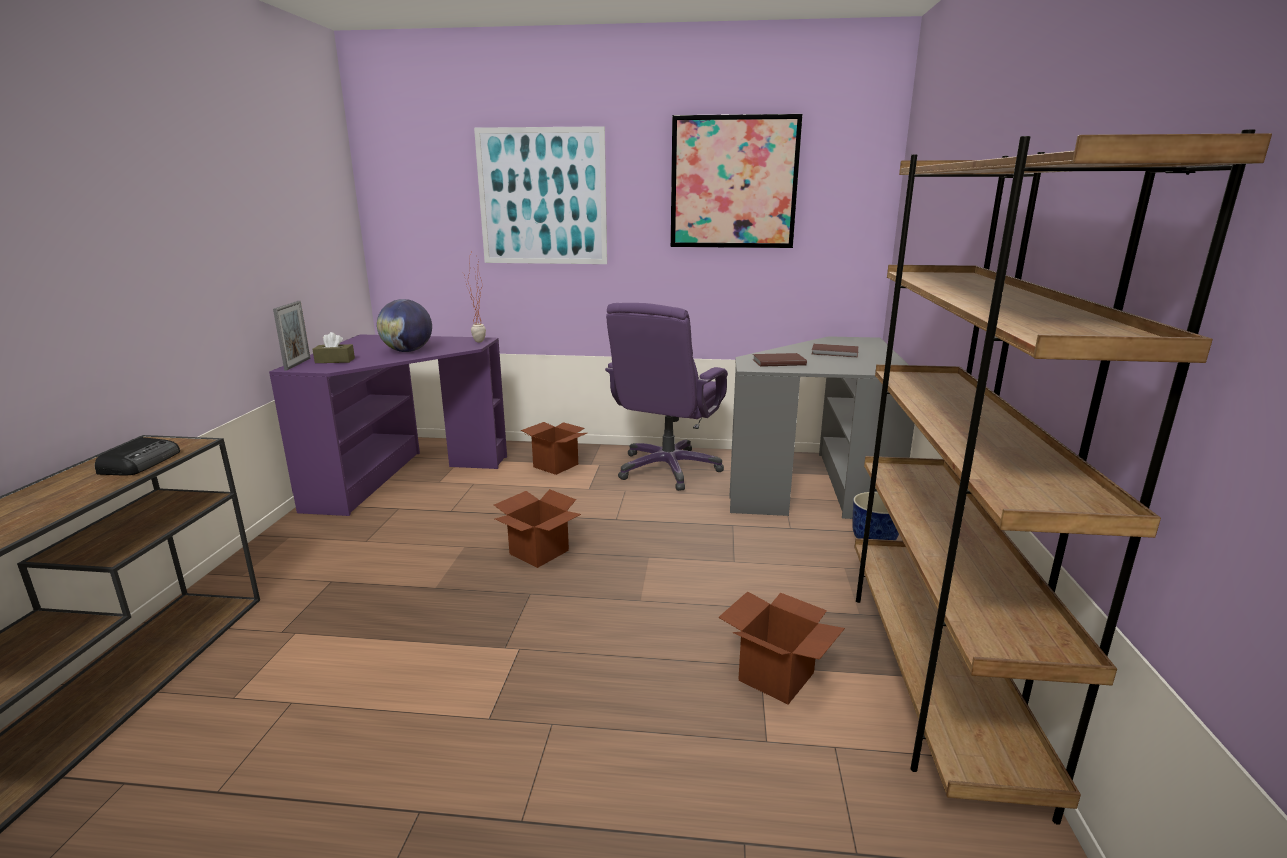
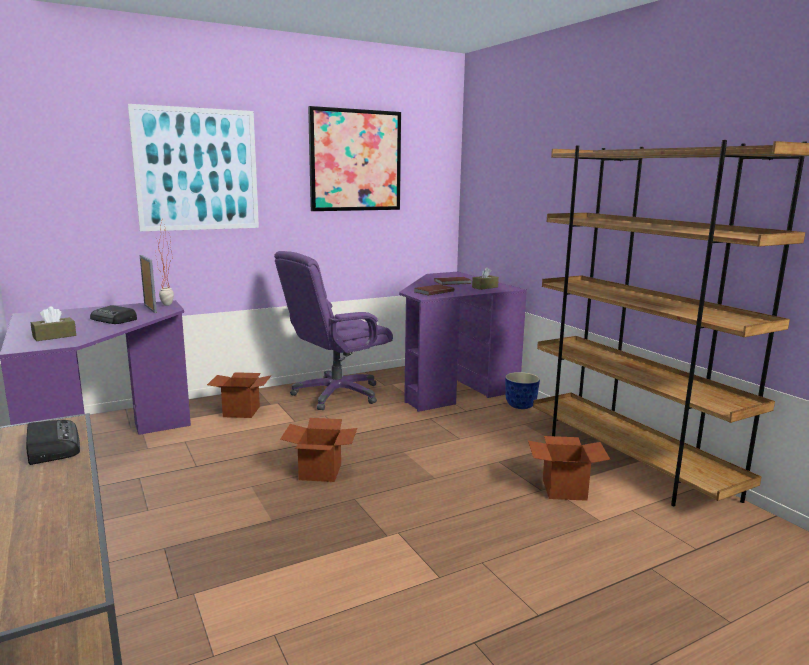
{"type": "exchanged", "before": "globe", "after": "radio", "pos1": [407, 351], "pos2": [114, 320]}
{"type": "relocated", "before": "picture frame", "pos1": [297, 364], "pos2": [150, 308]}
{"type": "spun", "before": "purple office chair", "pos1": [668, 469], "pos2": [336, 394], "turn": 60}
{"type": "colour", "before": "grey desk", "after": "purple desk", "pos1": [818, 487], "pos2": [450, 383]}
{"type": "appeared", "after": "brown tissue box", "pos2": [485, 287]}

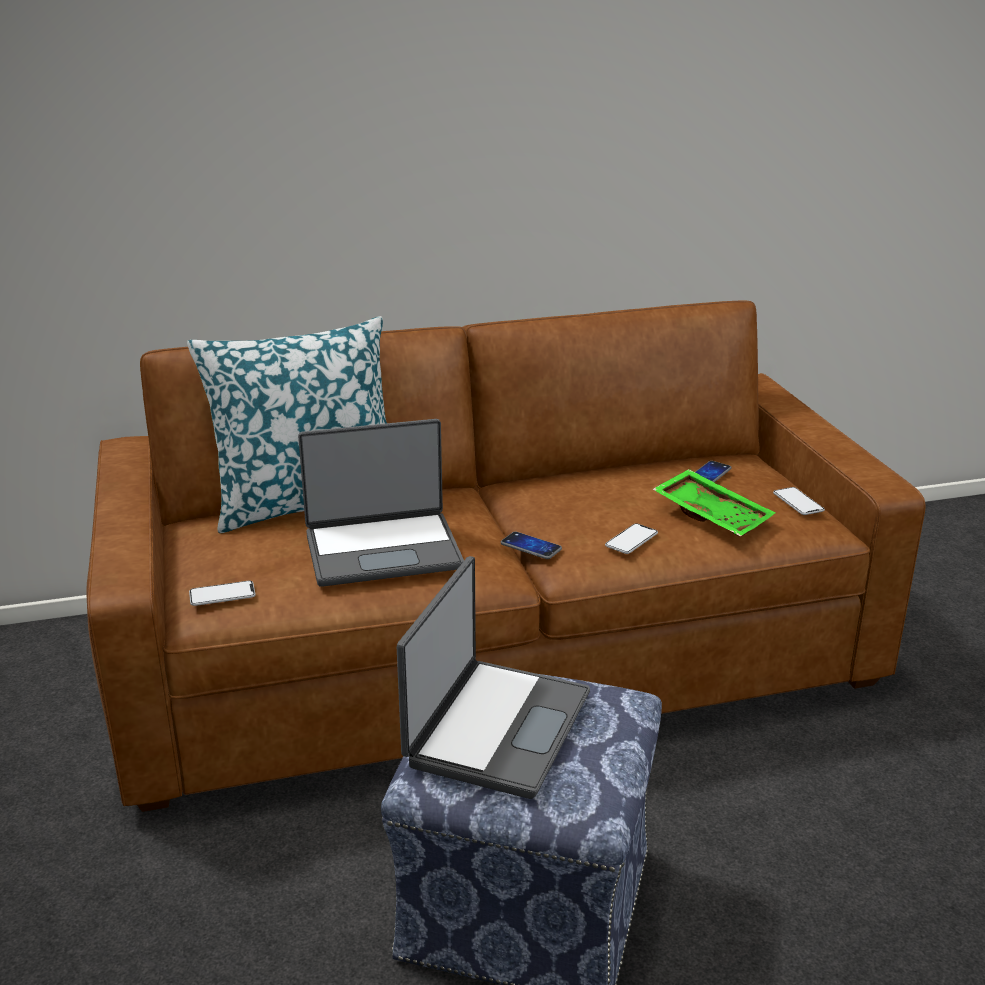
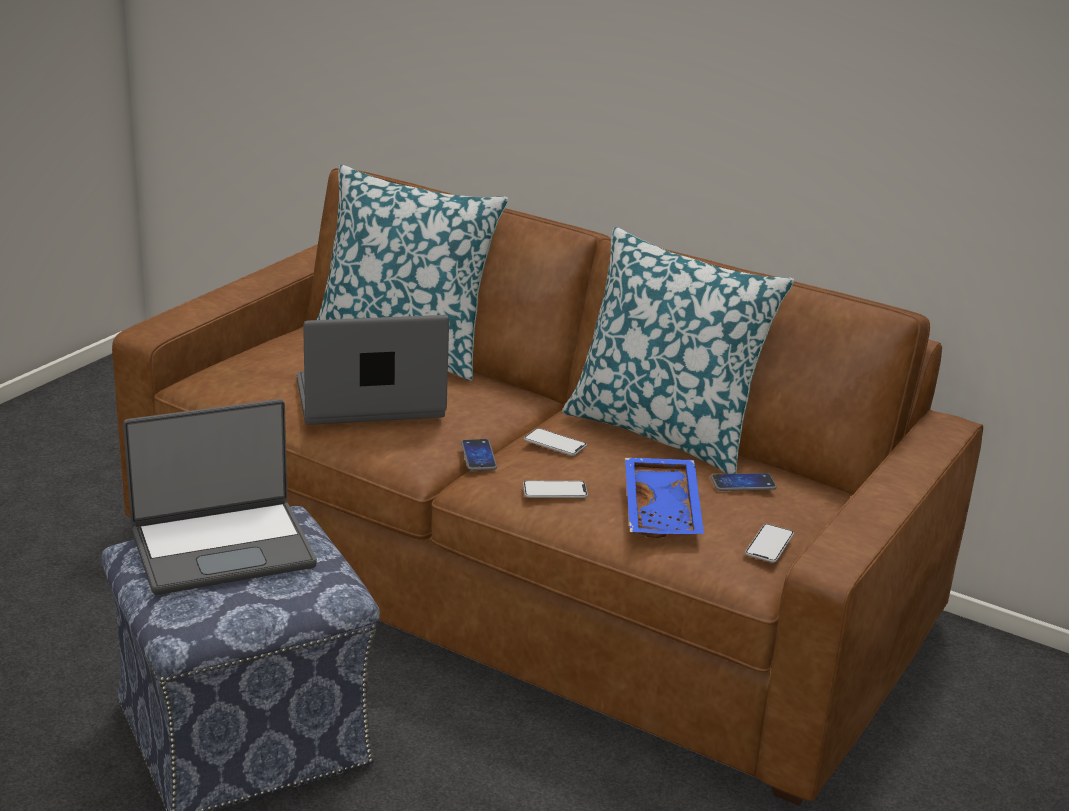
{"type": "spun", "before": "laptop", "pos1": [383, 550], "pos2": [370, 401], "turn": 135}
{"type": "colour", "before": "green tray", "after": "blue tray", "pos1": [713, 515], "pos2": [664, 511]}
{"type": "relocated", "before": "phone", "pos1": [222, 594], "pos2": [555, 443]}
{"type": "appeared", "after": "pillow", "pos2": [664, 432]}

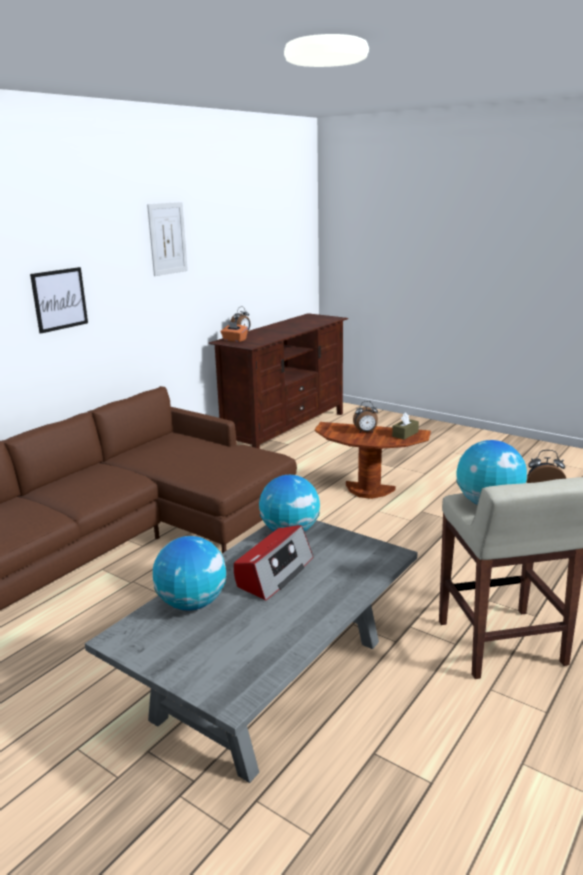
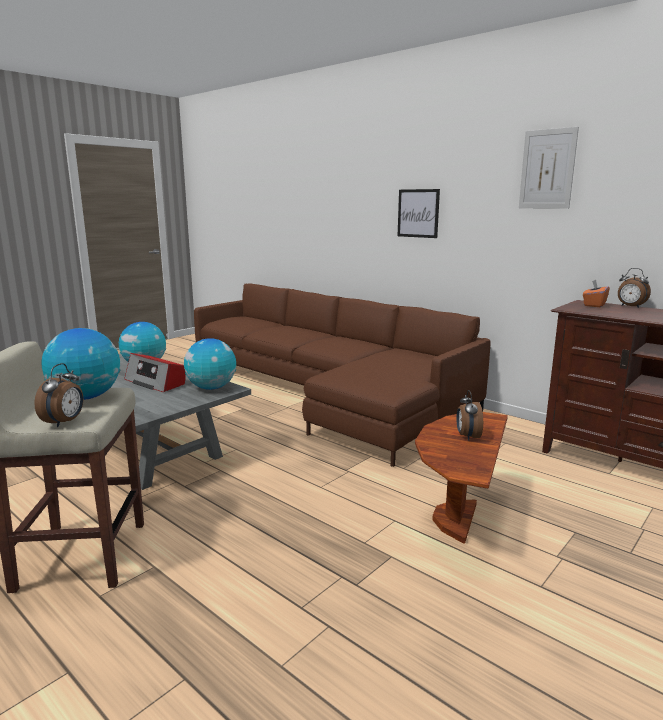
{"type": "missing", "before": "brown tissue box", "pos1": [405, 434]}

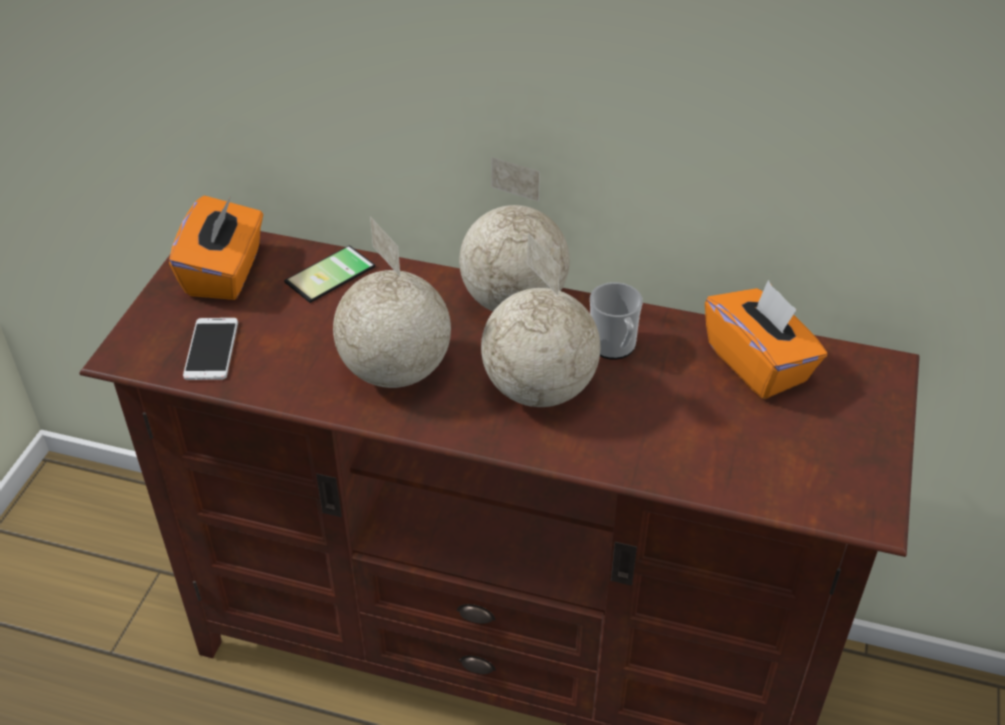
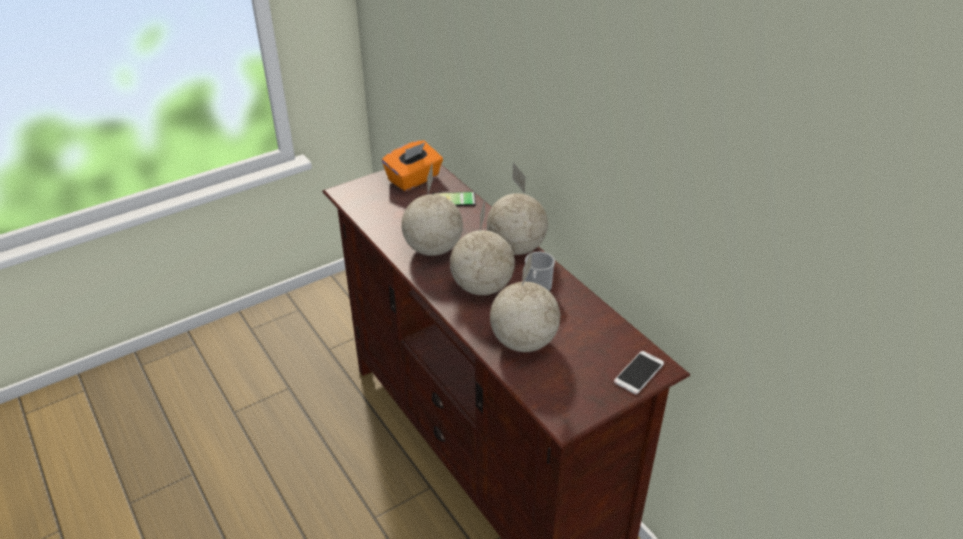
{"type": "missing", "before": "orange tissue box", "pos1": [758, 364]}
{"type": "relocated", "before": "phone", "pos1": [211, 349], "pos2": [639, 373]}
{"type": "appeared", "after": "globe", "pos2": [523, 342]}

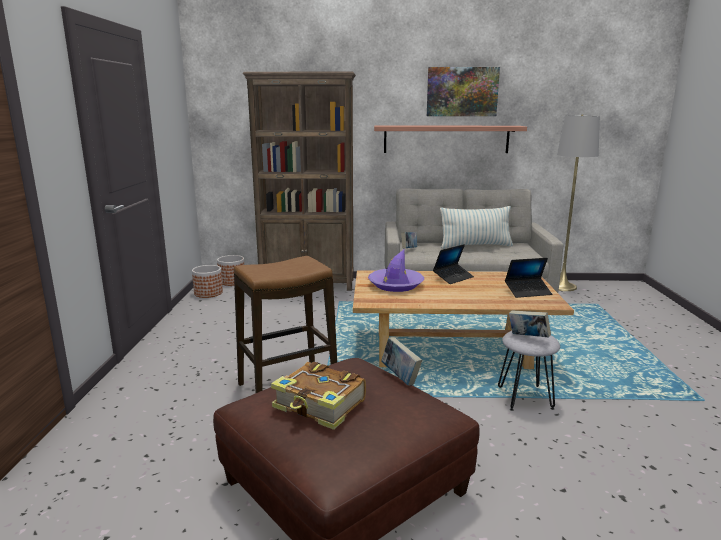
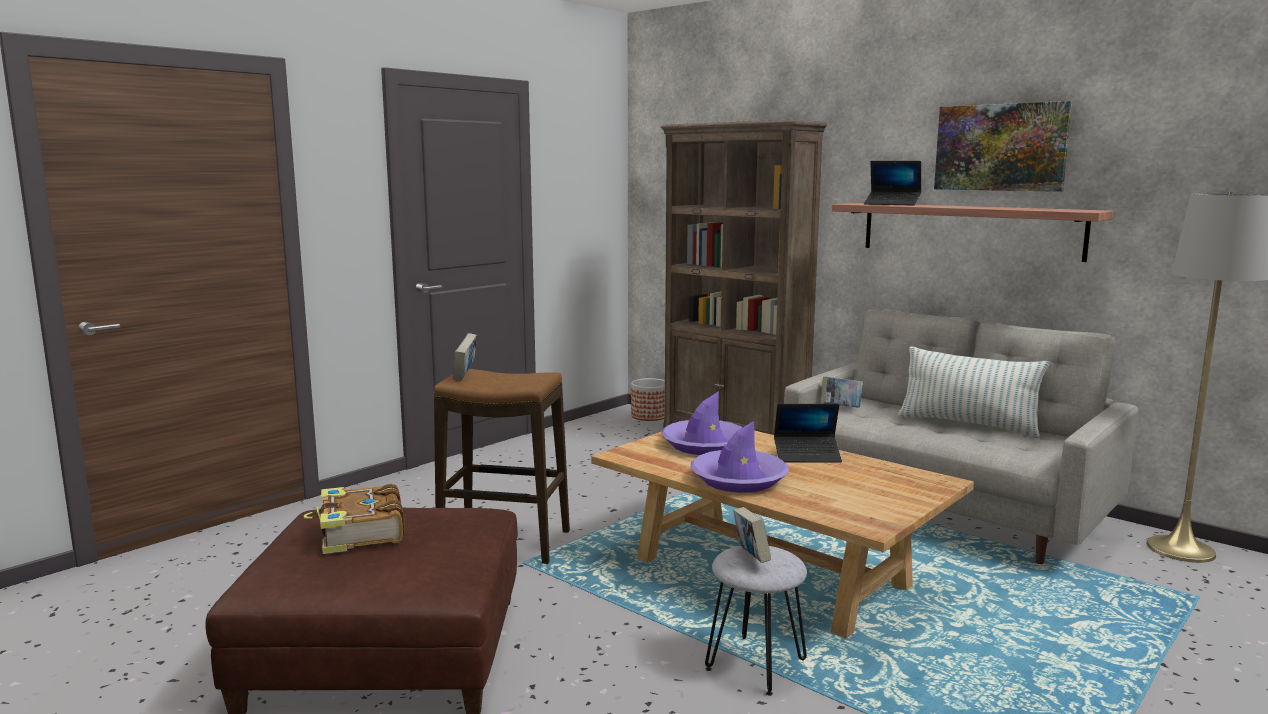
{"type": "relocated", "before": "laptop", "pos1": [528, 292], "pos2": [892, 204]}
{"type": "missing", "before": "planter", "pos1": [208, 293]}
{"type": "relocated", "before": "book", "pos1": [400, 377], "pos2": [465, 376]}
{"type": "appeared", "after": "purple hat", "pos2": [738, 480]}

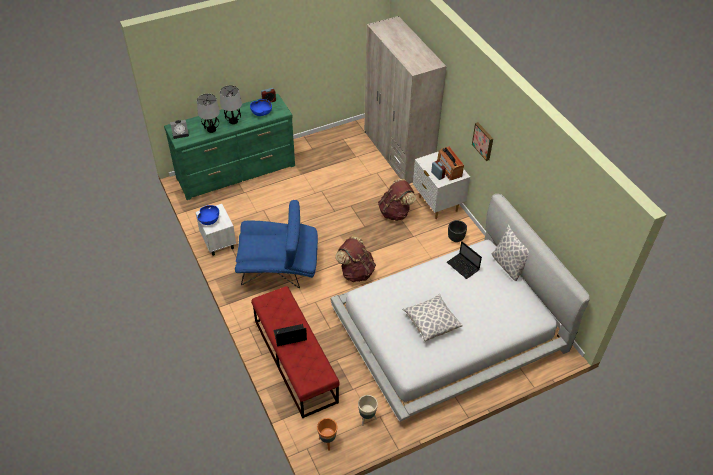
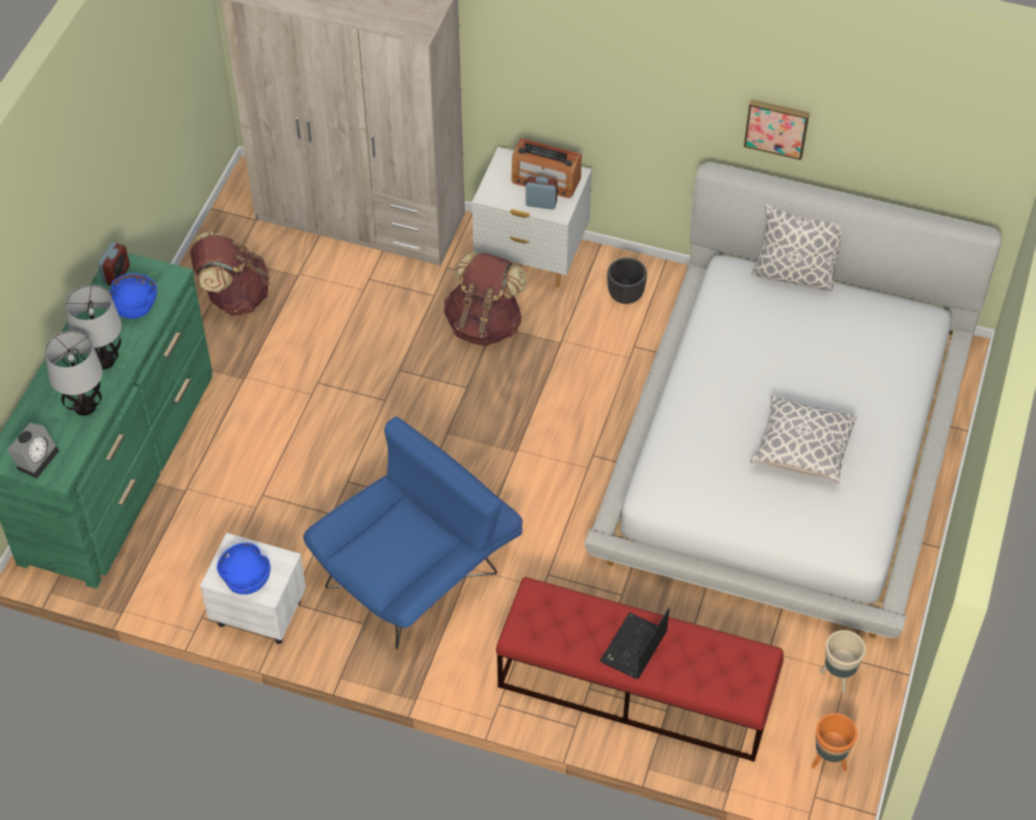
{"type": "relocated", "before": "picture", "pos1": [483, 141], "pos2": [777, 127]}
{"type": "relocated", "before": "brown backpack", "pos1": [356, 272], "pos2": [234, 297]}
{"type": "missing", "before": "laptop", "pos1": [463, 267]}

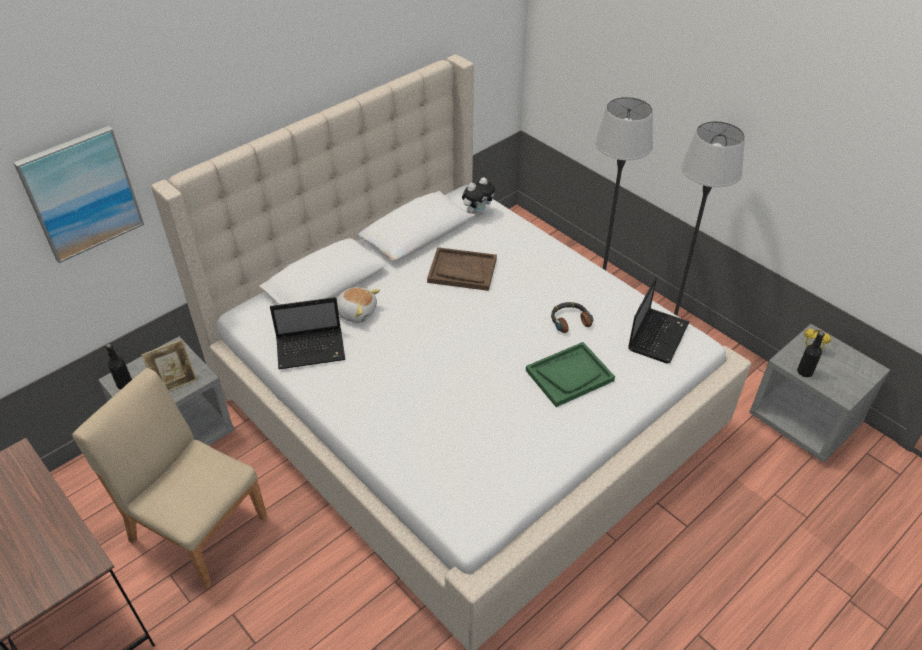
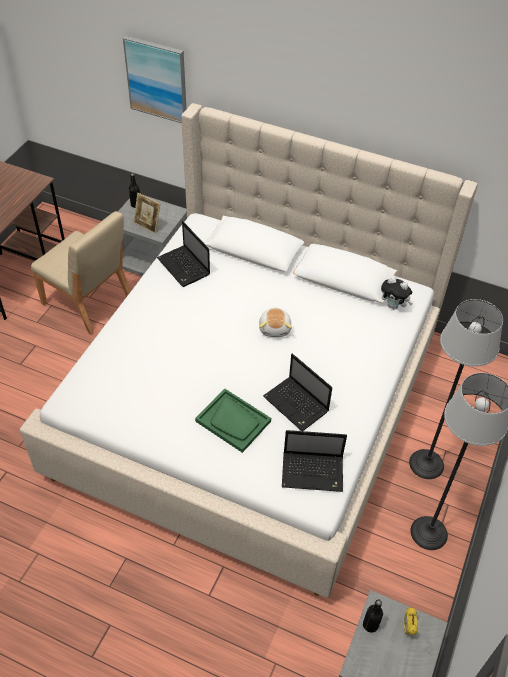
{"type": "missing", "before": "brown tray", "pos1": [462, 271]}
{"type": "relocated", "before": "plush toy", "pos1": [356, 312], "pos2": [275, 328]}
{"type": "exchanged", "before": "headphones", "after": "laptop", "pos1": [569, 320], "pos2": [297, 405]}
{"type": "spun", "before": "beige chair", "pos1": [198, 527], "pos2": [88, 302], "turn": 120}

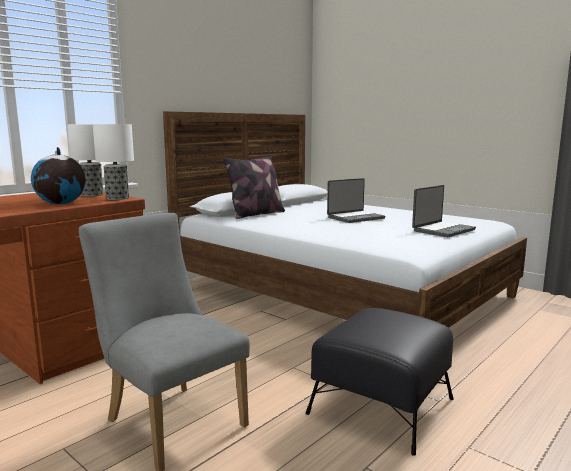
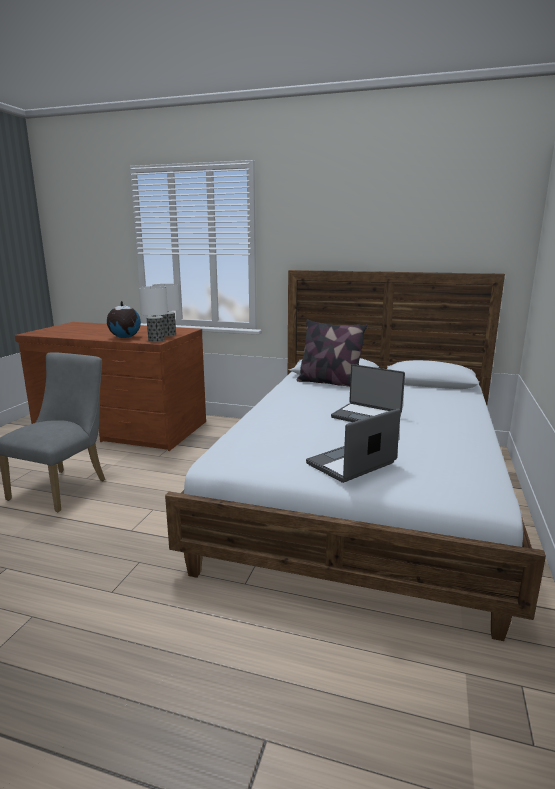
{"type": "spun", "before": "laptop", "pos1": [442, 230], "pos2": [352, 464], "turn": 120}
{"type": "missing", "before": "black ottoman", "pos1": [380, 406]}

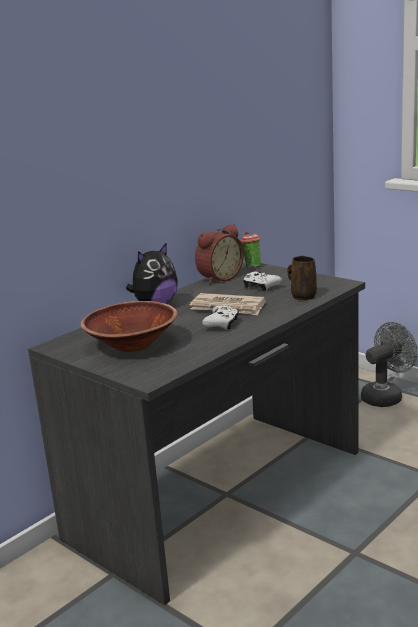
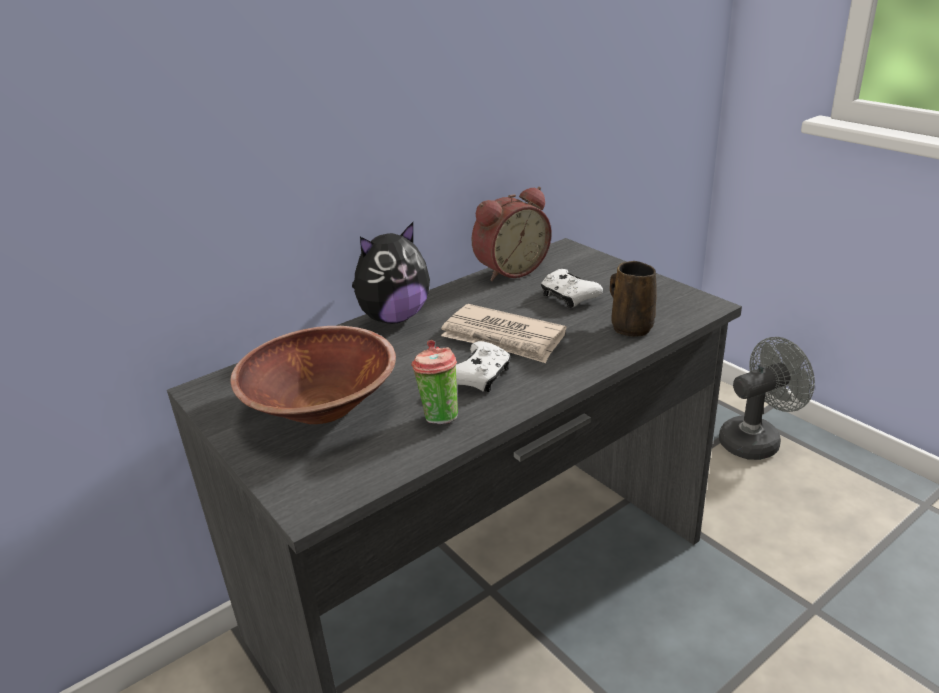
{"type": "relocated", "before": "cup", "pos1": [251, 266], "pos2": [438, 415]}

